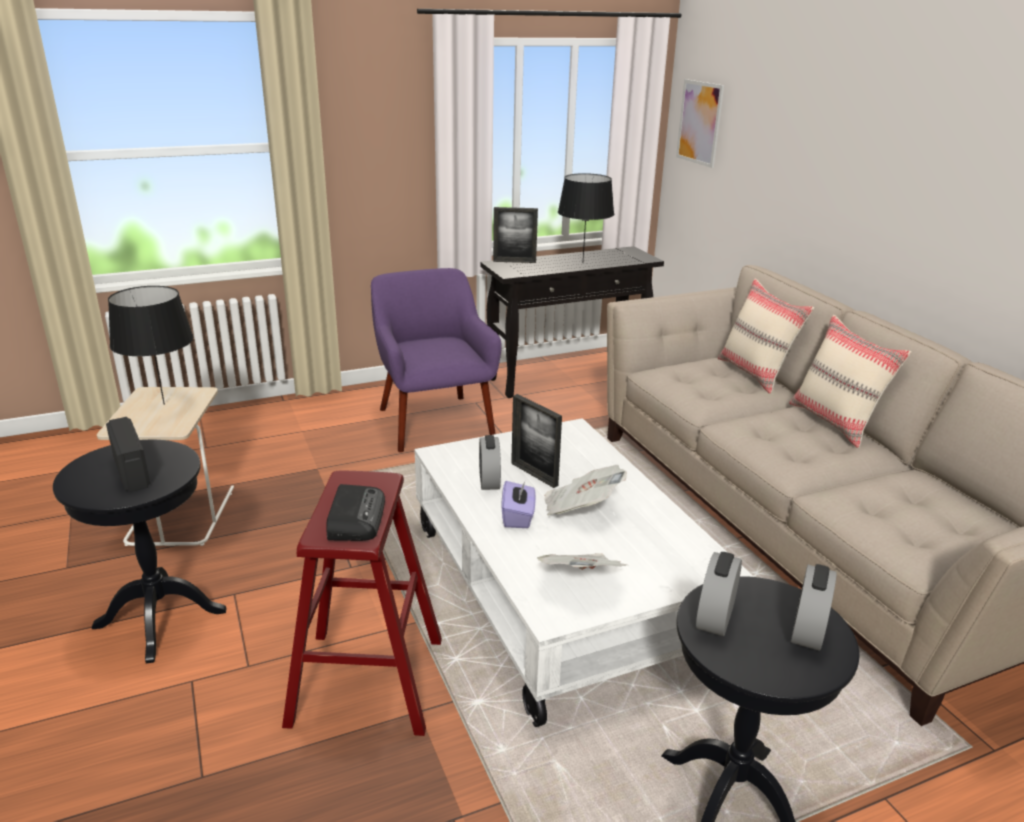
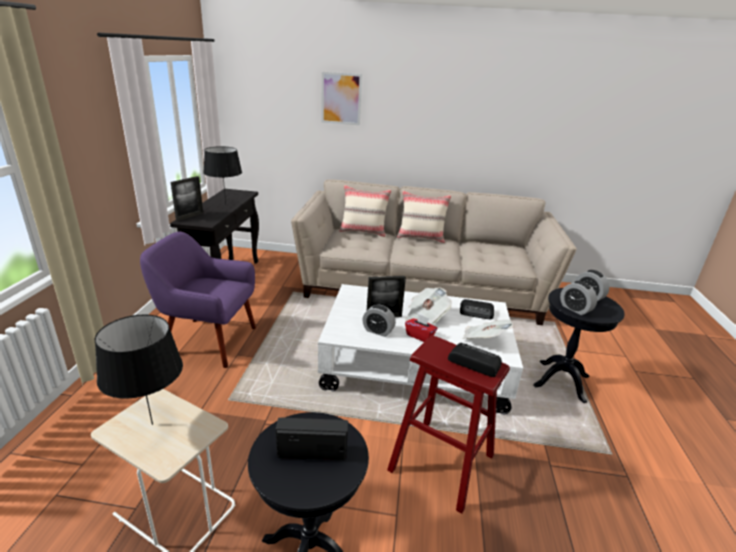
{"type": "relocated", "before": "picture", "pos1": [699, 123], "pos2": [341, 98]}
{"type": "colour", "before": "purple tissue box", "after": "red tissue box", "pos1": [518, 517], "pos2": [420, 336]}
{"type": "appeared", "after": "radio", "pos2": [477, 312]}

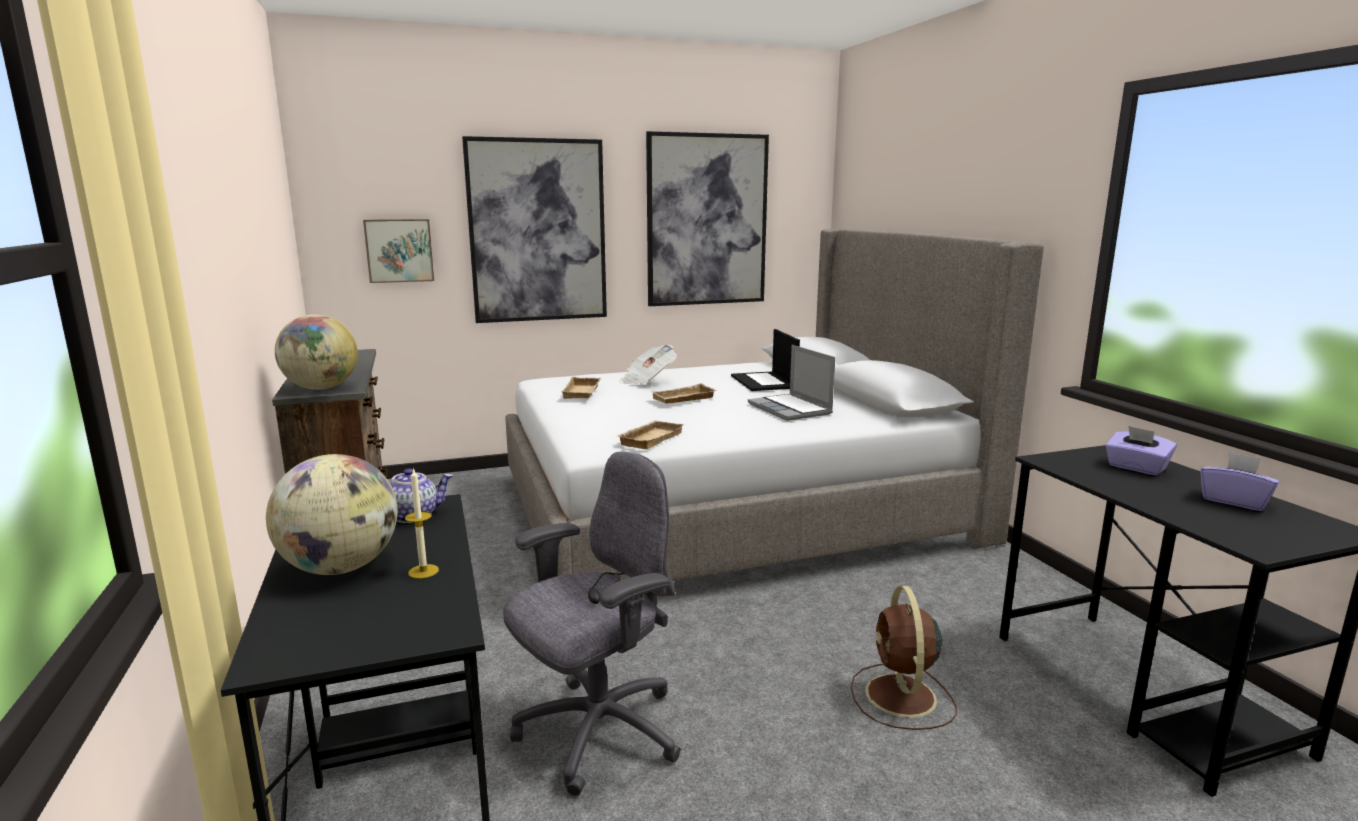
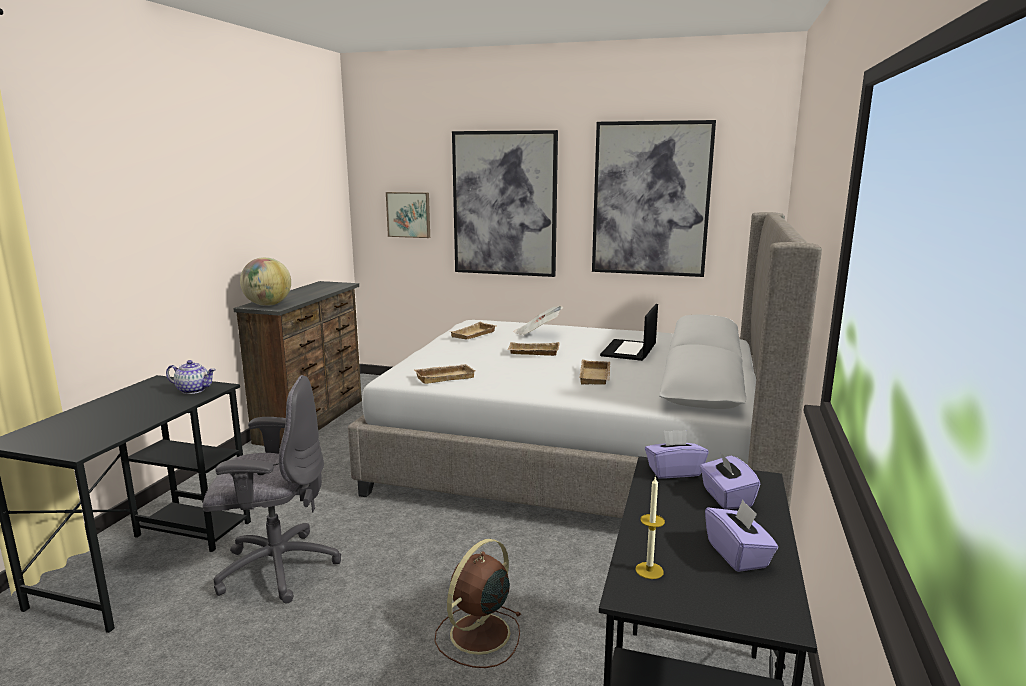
{"type": "exchanged", "before": "laptop", "after": "beige tray", "pos1": [791, 409], "pos2": [596, 377]}
{"type": "missing", "before": "globe", "pos1": [341, 568]}
{"type": "relocated", "before": "candle", "pos1": [423, 571], "pos2": [649, 570]}
{"type": "appeared", "after": "purple tissue box", "pos2": [674, 471]}

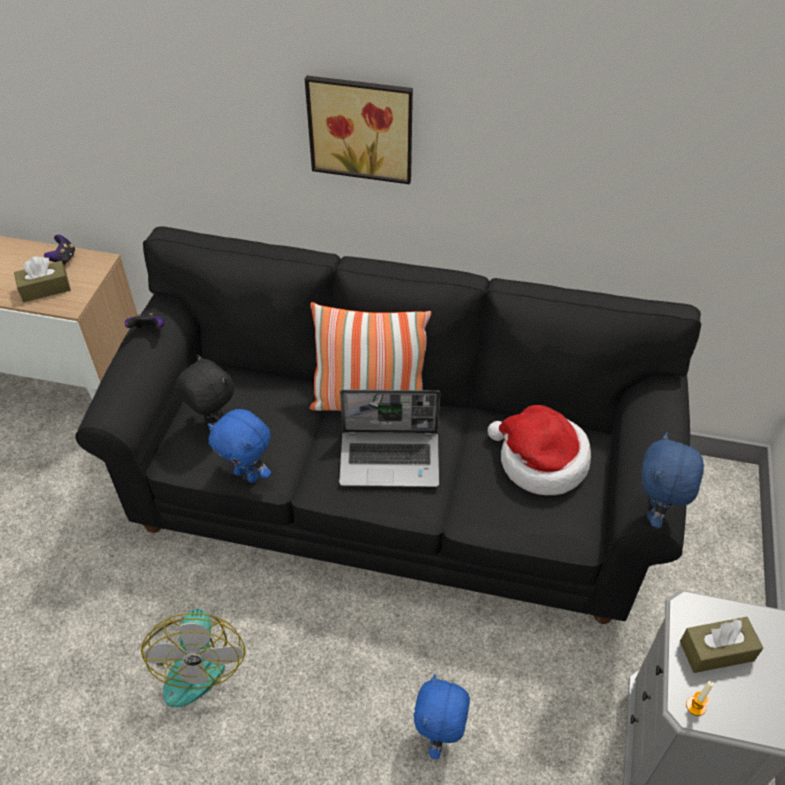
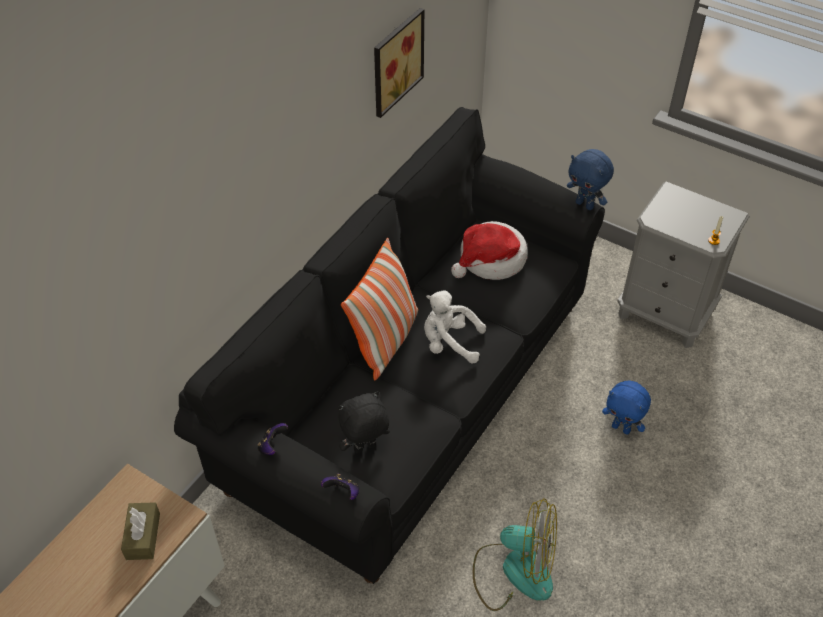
{"type": "relocated", "before": "picture", "pos1": [361, 127], "pos2": [395, 61]}
{"type": "relocated", "before": "game controller", "pos1": [63, 259], "pos2": [343, 492]}
{"type": "exchanged", "before": "laptop", "after": "white plush toy", "pos1": [391, 459], "pos2": [449, 343]}
{"type": "missing", "before": "blue plush toy", "pos1": [247, 474]}
{"type": "missing", "before": "brown tissue box", "pos1": [716, 651]}

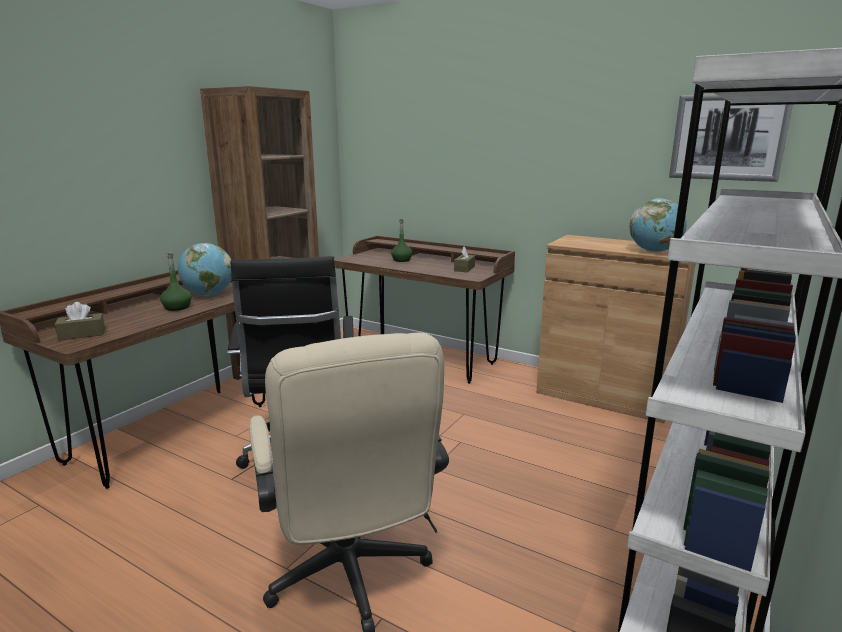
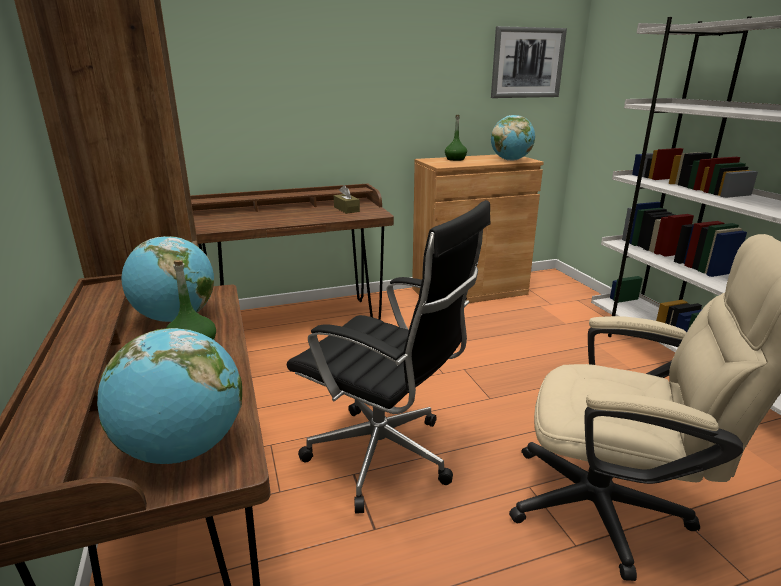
{"type": "relocated", "before": "green bottle", "pos1": [401, 260], "pos2": [455, 159]}
{"type": "exchanged", "before": "brown tissue box", "after": "globe", "pos1": [82, 334], "pos2": [183, 449]}

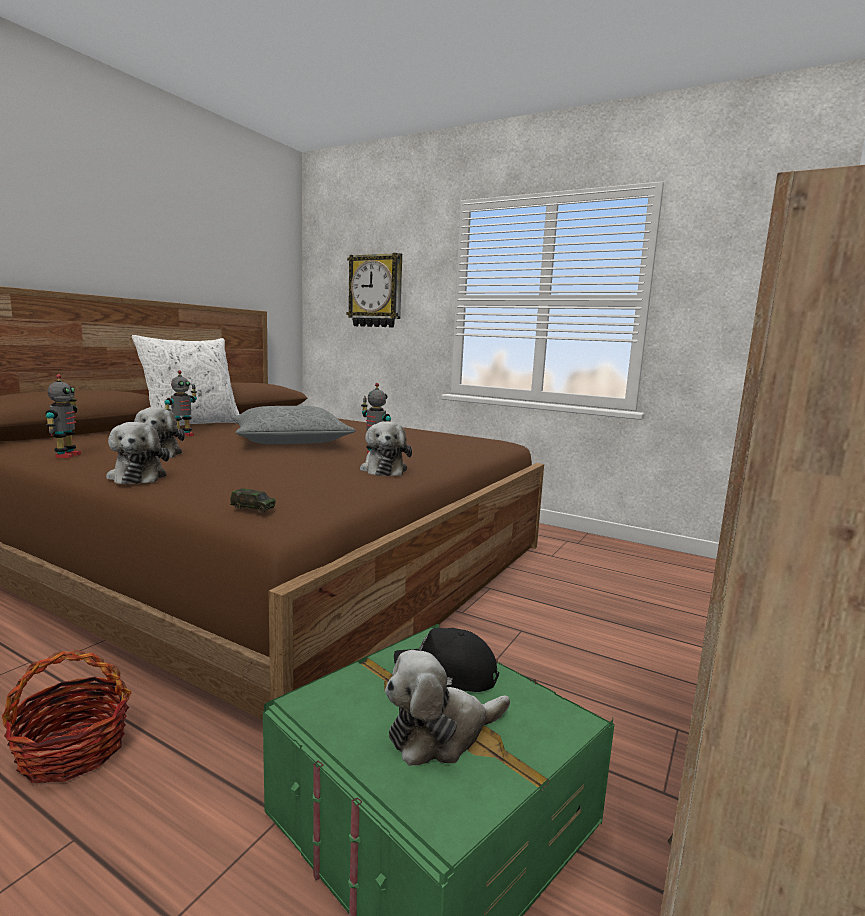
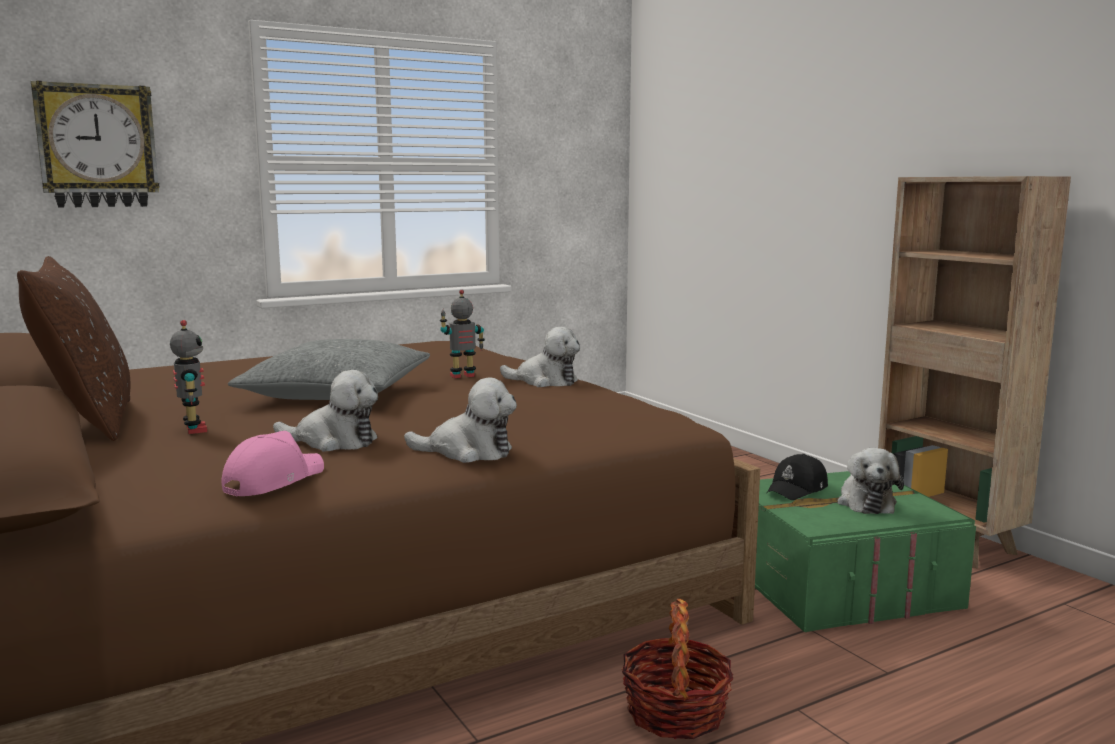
{"type": "colour", "before": "white pillow", "after": "brown pillow", "pos1": [192, 425], "pos2": [88, 423]}
{"type": "exchanged", "before": "toy robot", "after": "pink cap", "pos1": [66, 455], "pos2": [273, 480]}
{"type": "missing", "before": "toy car", "pos1": [253, 508]}

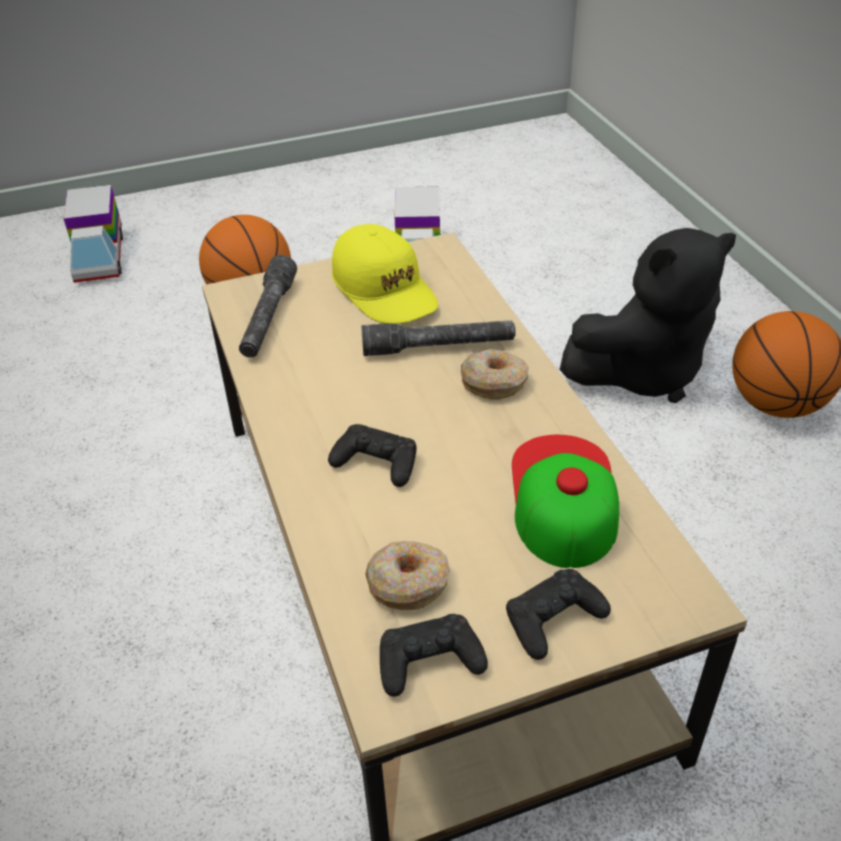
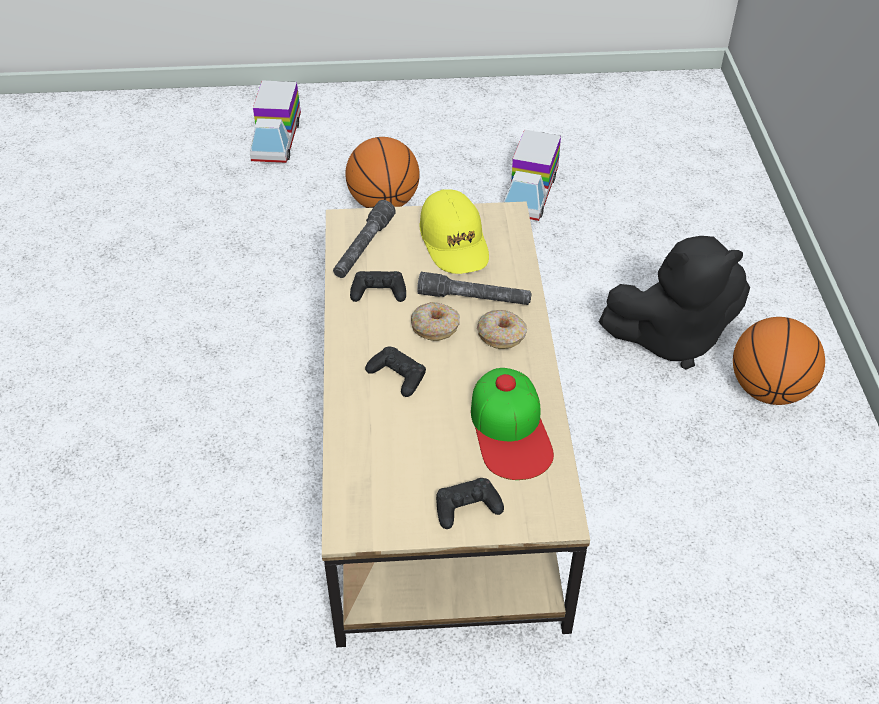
{"type": "spun", "before": "cap", "pos1": [563, 497], "pos2": [510, 430], "turn": 150}
{"type": "relocated", "before": "donut", "pos1": [408, 583], "pos2": [435, 327]}
{"type": "relocated", "before": "black game controller", "pos1": [429, 661], "pos2": [378, 292]}

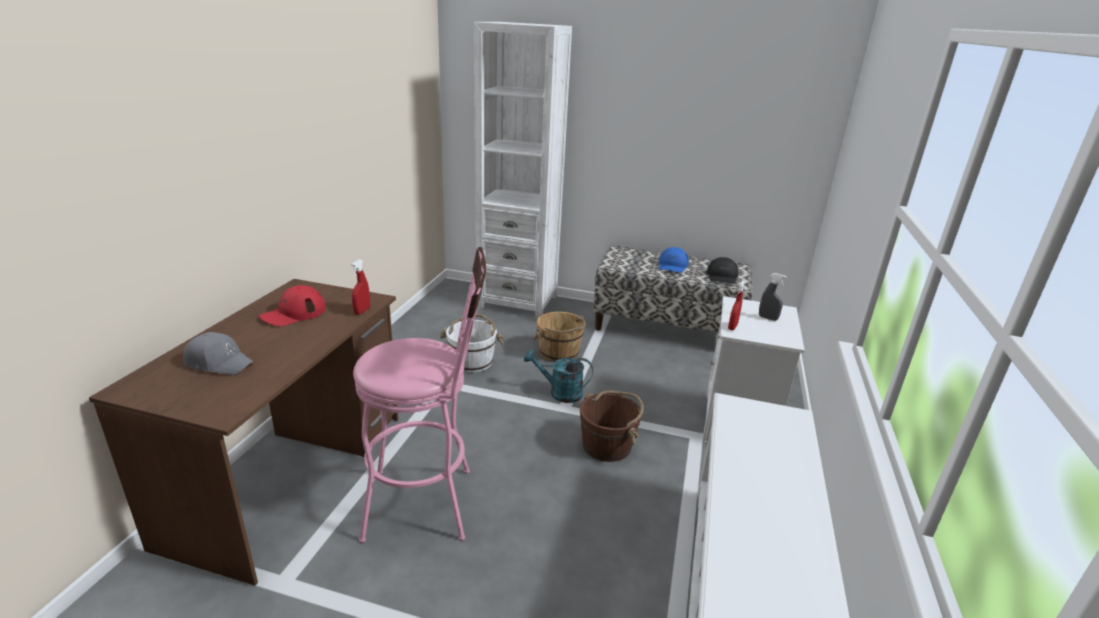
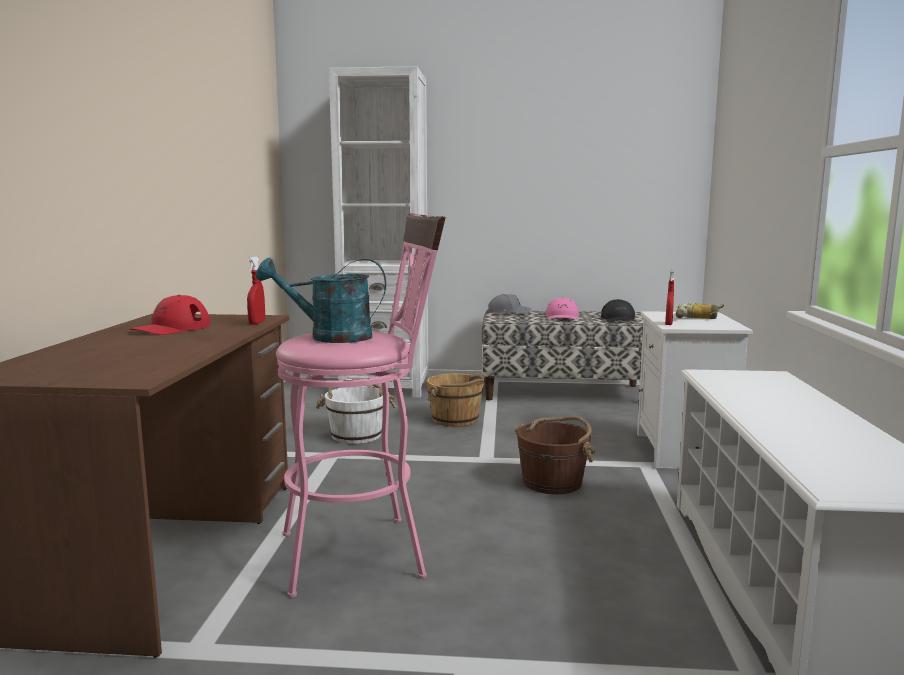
{"type": "colour", "before": "blue cap", "after": "pink cap", "pos1": [672, 265], "pos2": [562, 317]}
{"type": "exchanged", "before": "grey spray bottle", "after": "power drill", "pos1": [768, 318], "pos2": [698, 318]}
{"type": "relocated", "before": "grey cap", "pos1": [219, 362], "pos2": [507, 312]}
{"type": "relocated", "before": "turquoise watering can", "pos1": [559, 393], "pos2": [329, 337]}

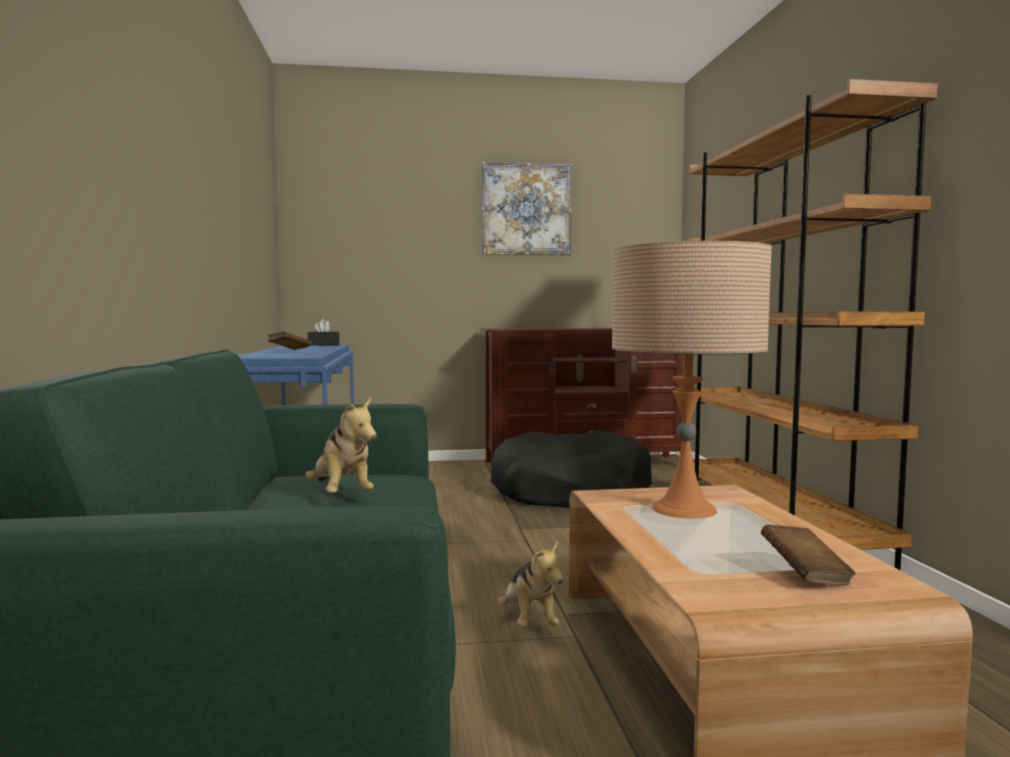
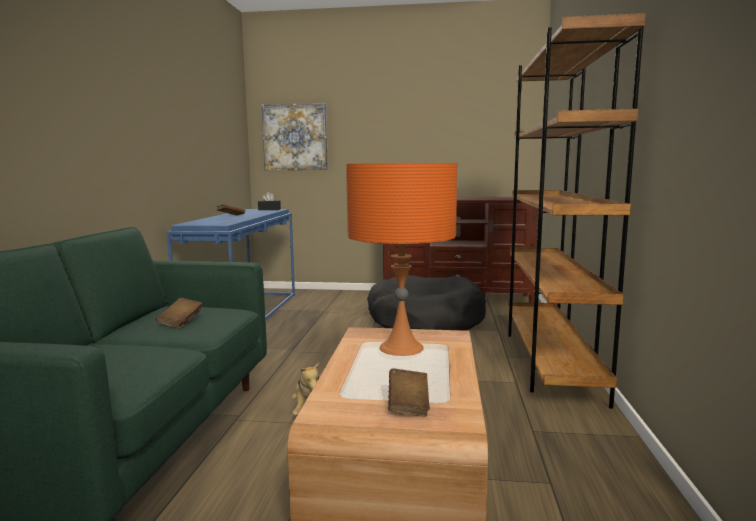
{"type": "relocated", "before": "picture", "pos1": [526, 209], "pos2": [295, 137]}
{"type": "colour", "before": "beige table lamp", "after": "orange table lamp", "pos1": [684, 509], "pos2": [401, 347]}
{"type": "exchanged", "before": "plush toy", "after": "brown book", "pos1": [341, 495], "pos2": [181, 322]}

